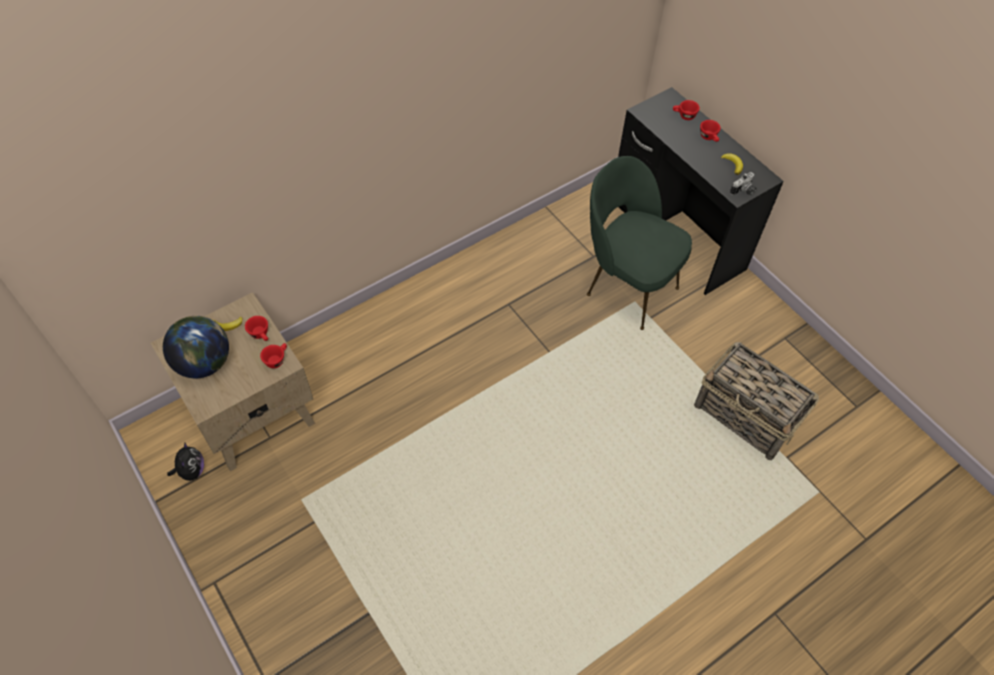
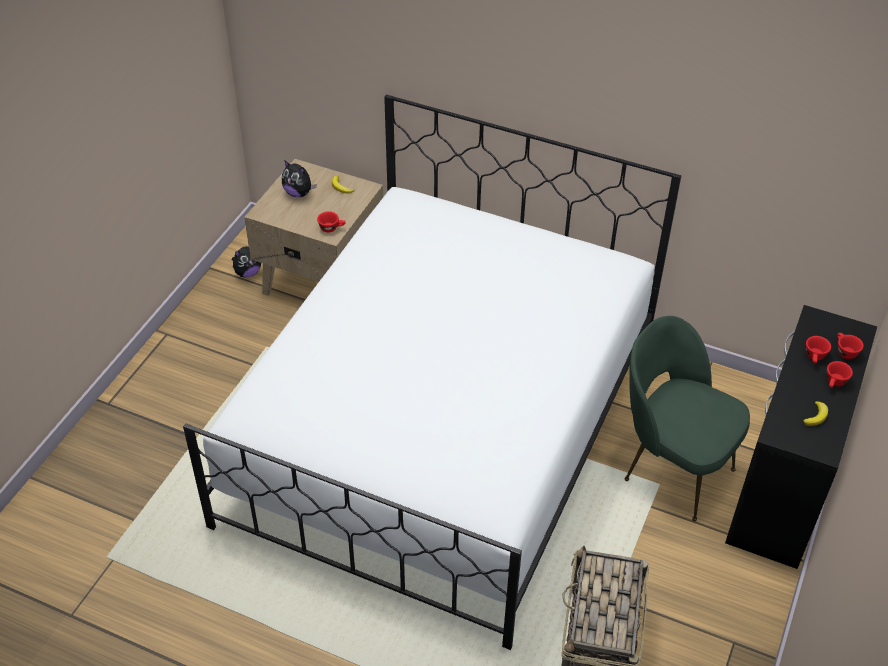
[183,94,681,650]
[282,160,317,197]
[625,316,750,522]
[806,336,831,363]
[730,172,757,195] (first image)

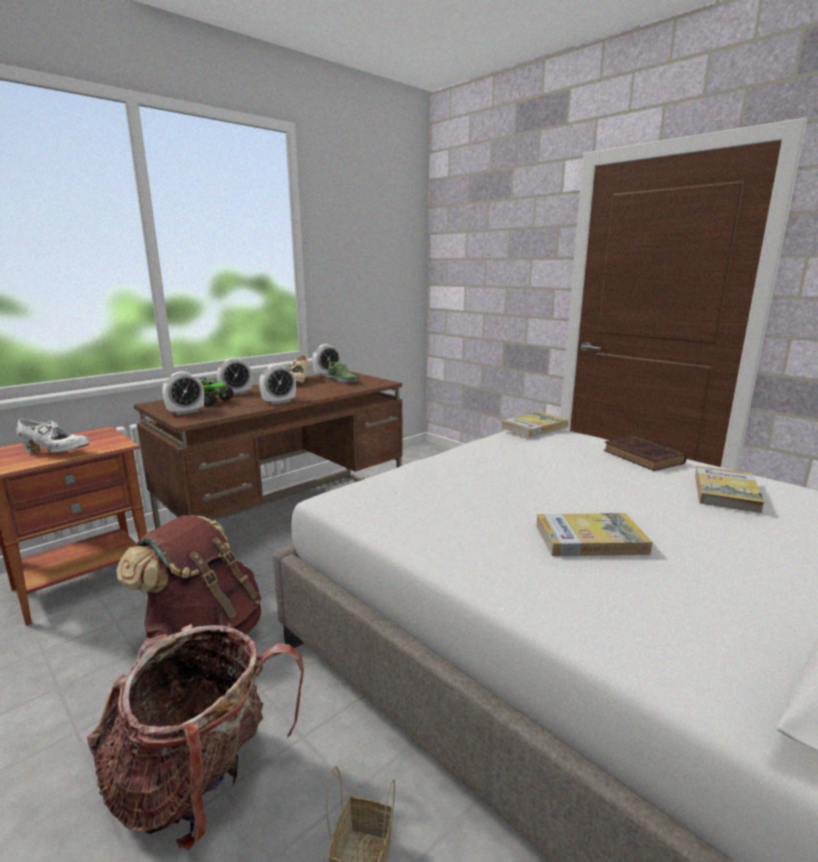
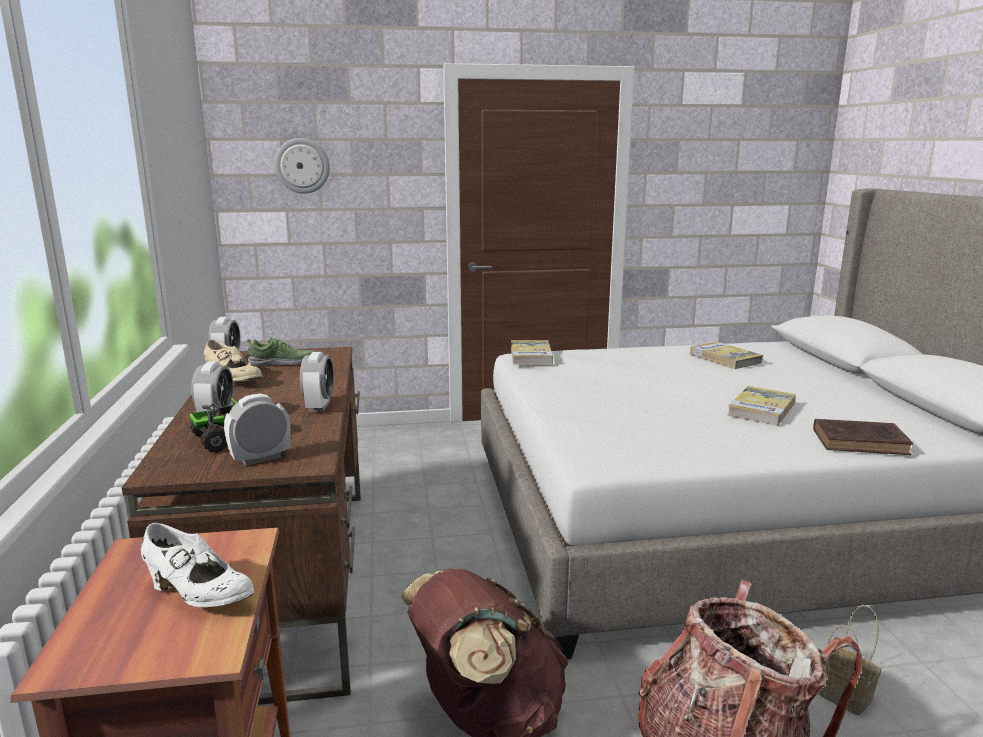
[141,523,254,607]
[224,394,291,466]
[275,138,330,194]
[813,419,913,455]

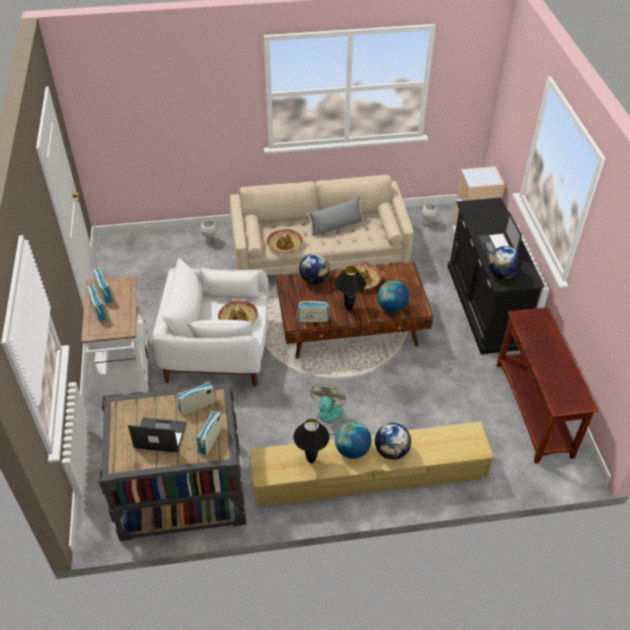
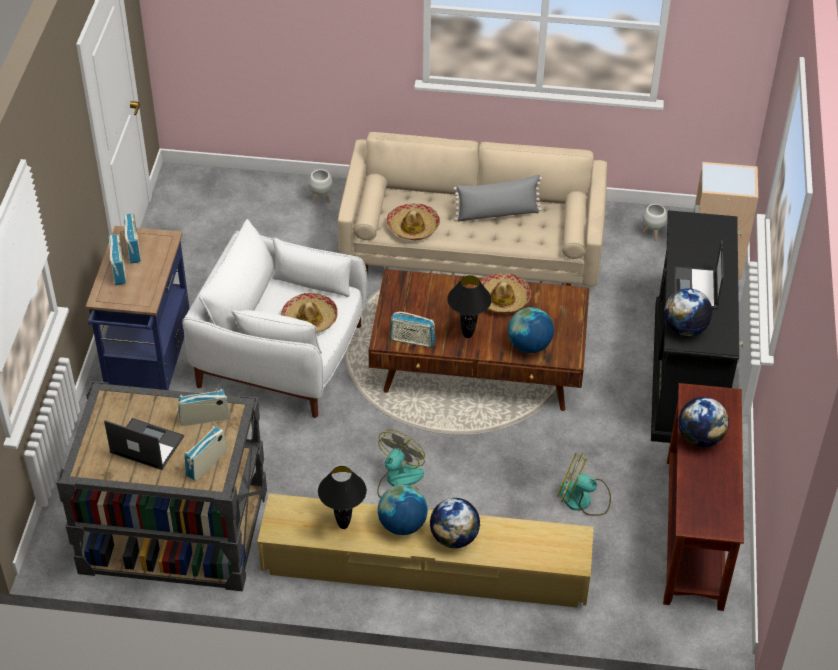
[86,226,190,390]
[557,453,611,516]
[678,397,729,447]

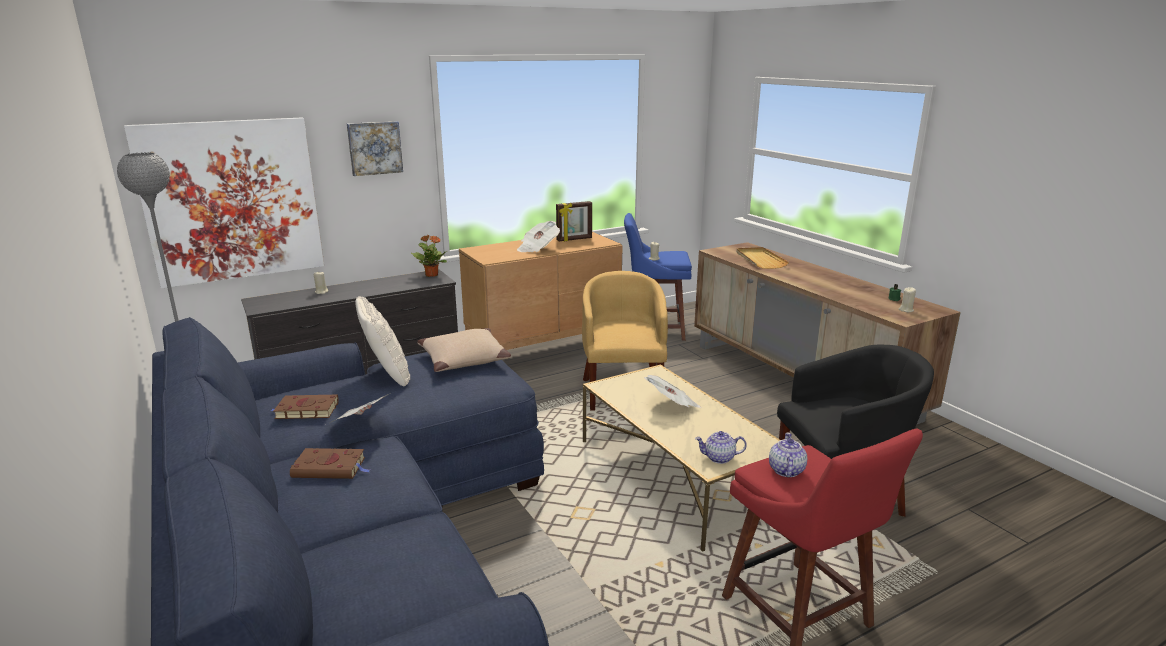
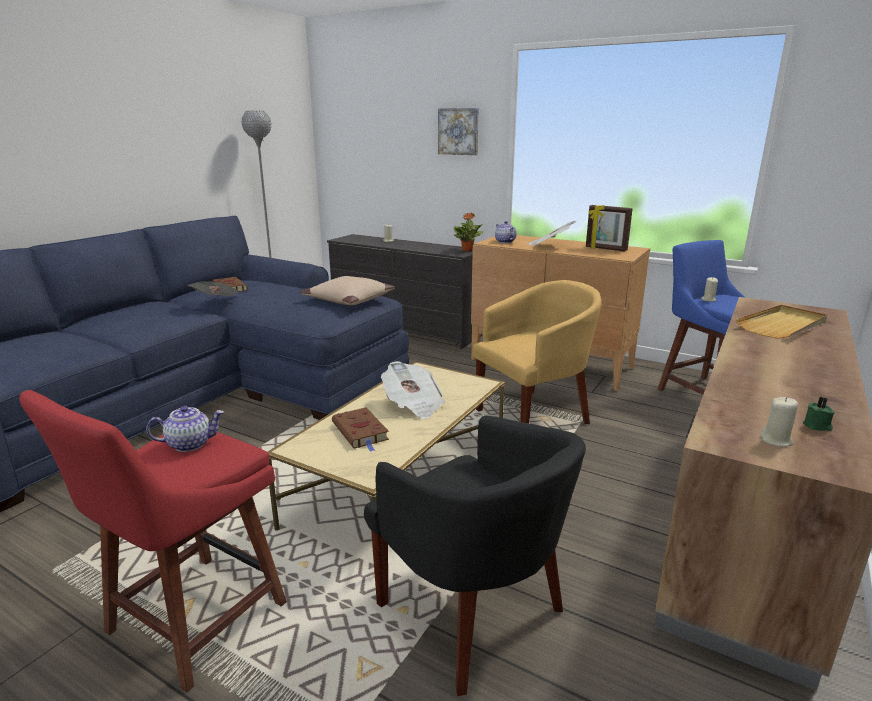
[332,407,389,452]
[495,221,517,243]
[124,117,324,289] (first image)
[355,296,410,386] (first image)

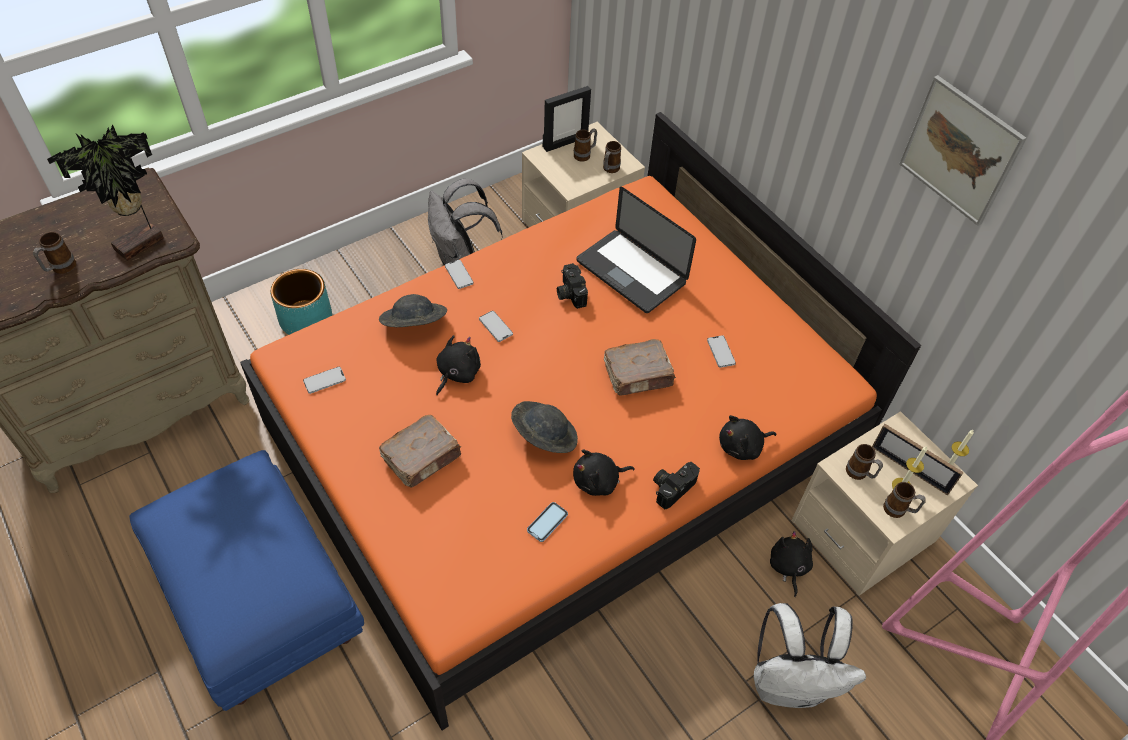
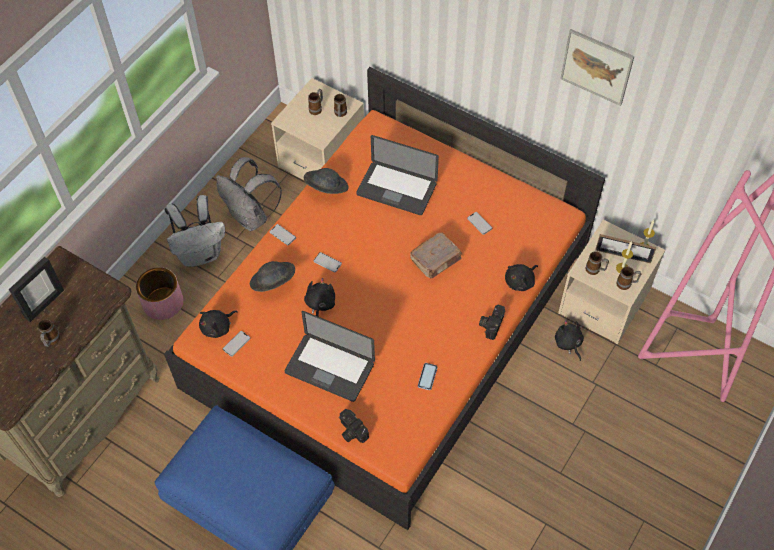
[9,257,64,322]
[136,267,183,320]
[164,195,225,267]
[199,310,238,338]
[284,311,375,402]
[304,168,349,194]
[339,409,369,443]
[47,124,164,261] (first image)

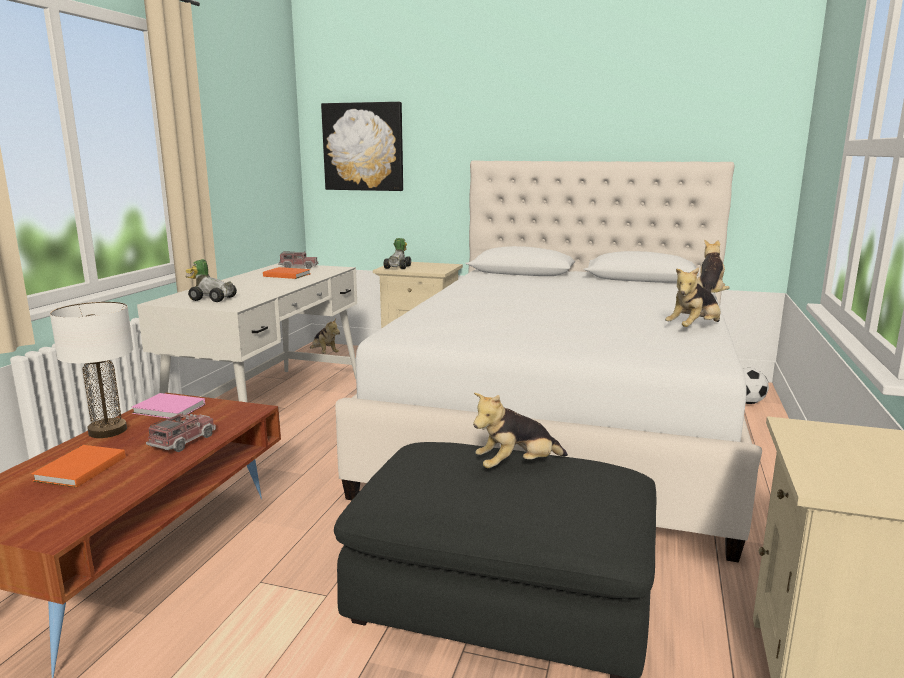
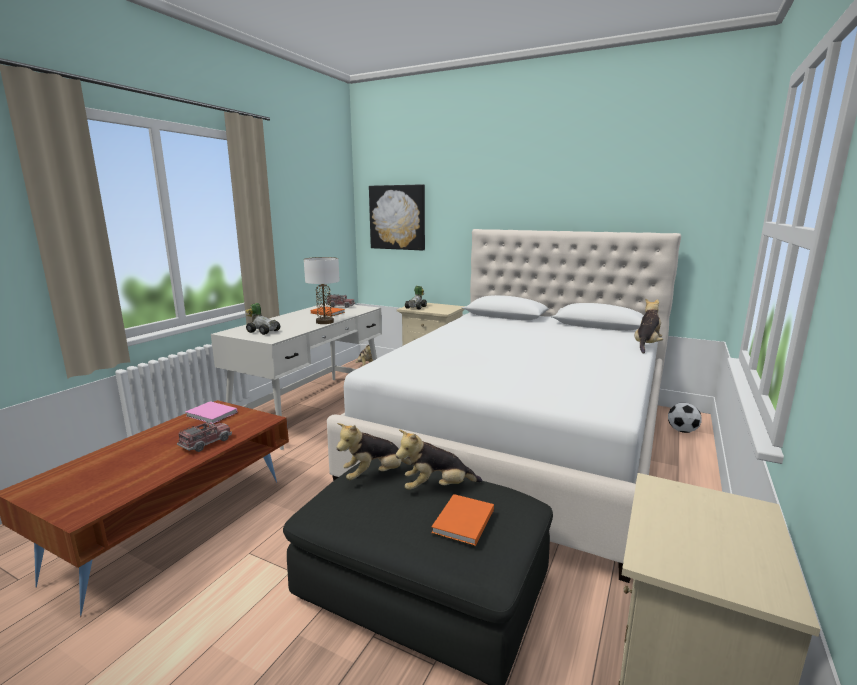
[304,257,340,324]
[336,423,413,480]
[431,494,494,546]

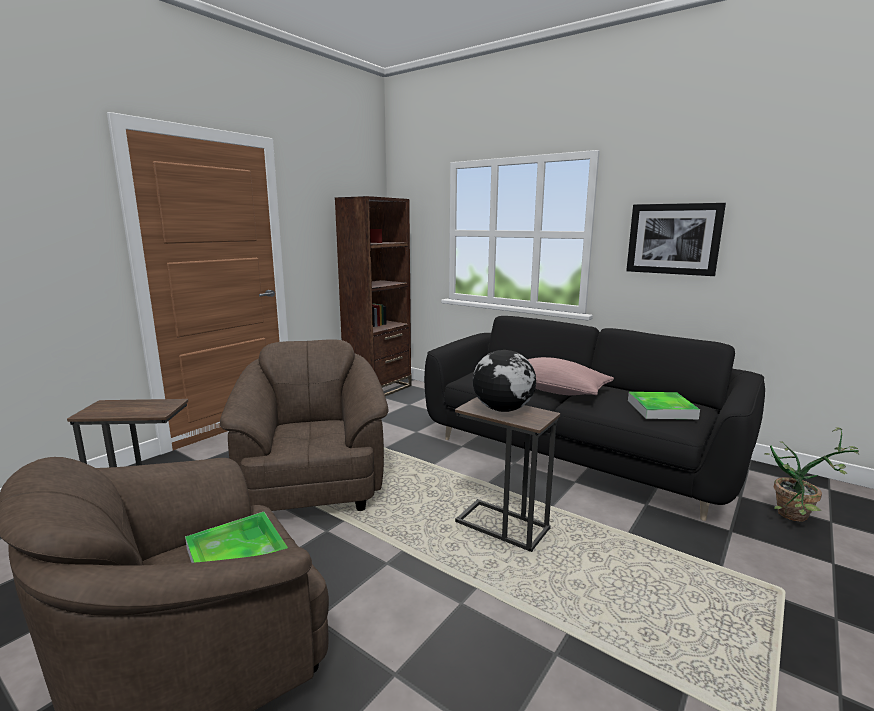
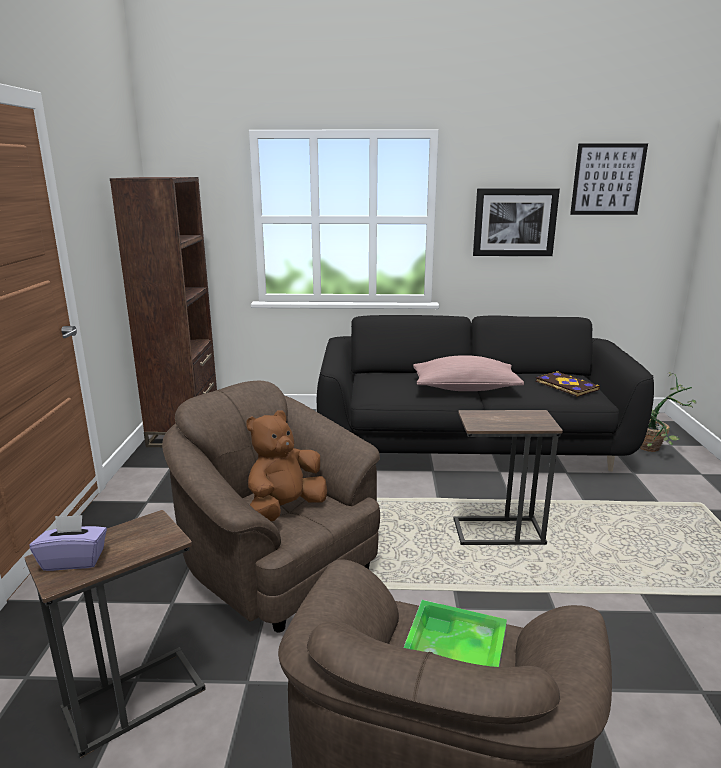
[29,515,107,571]
[247,410,327,521]
[535,371,600,397]
[570,143,648,215]
[473,350,536,412] (first image)

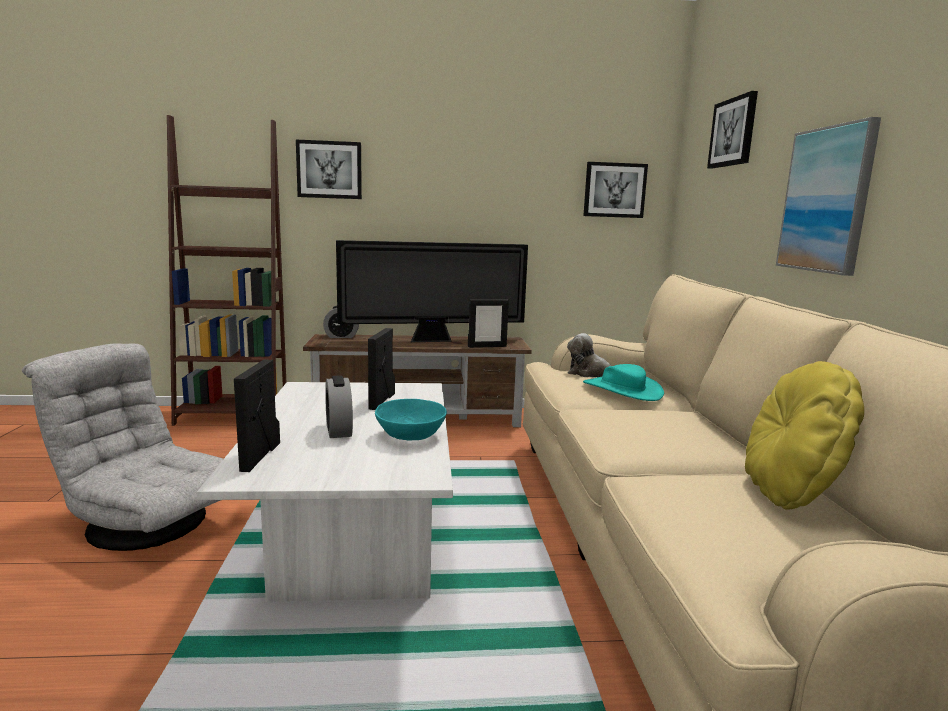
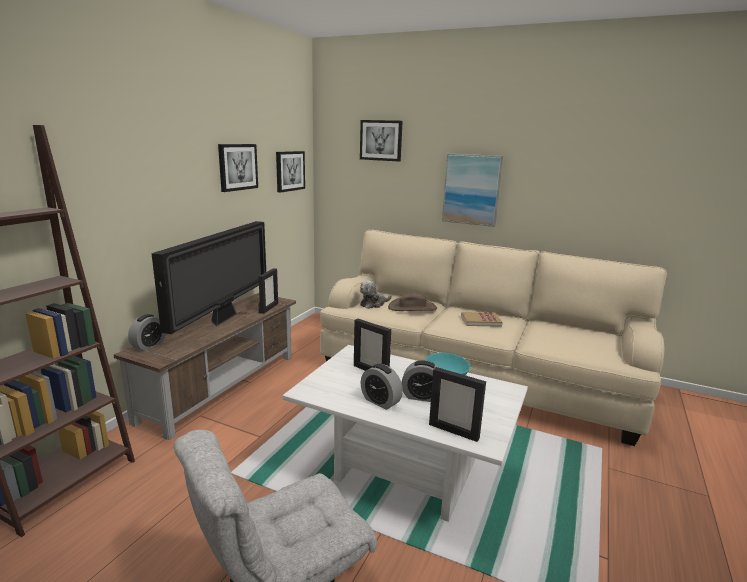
[218,144,258,192]
[361,364,403,410]
[388,291,437,311]
[461,312,502,327]
[745,361,864,510] (first image)

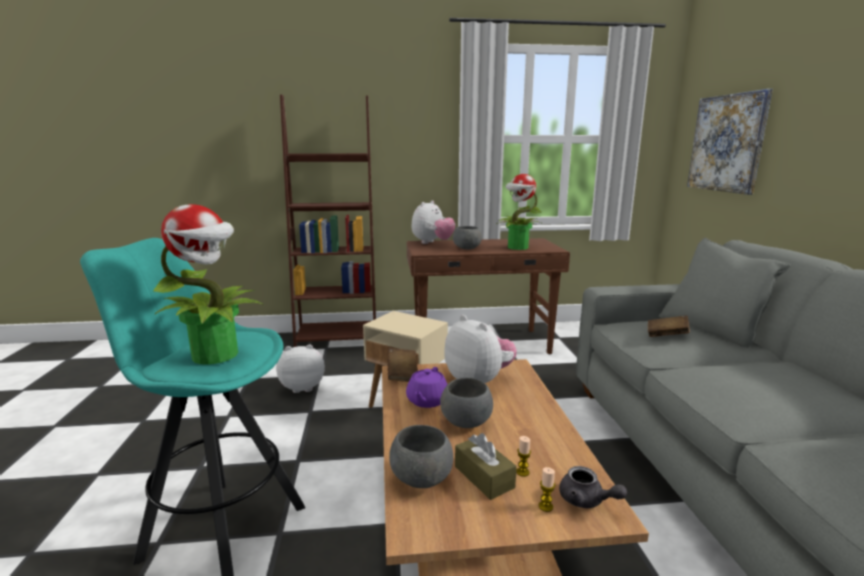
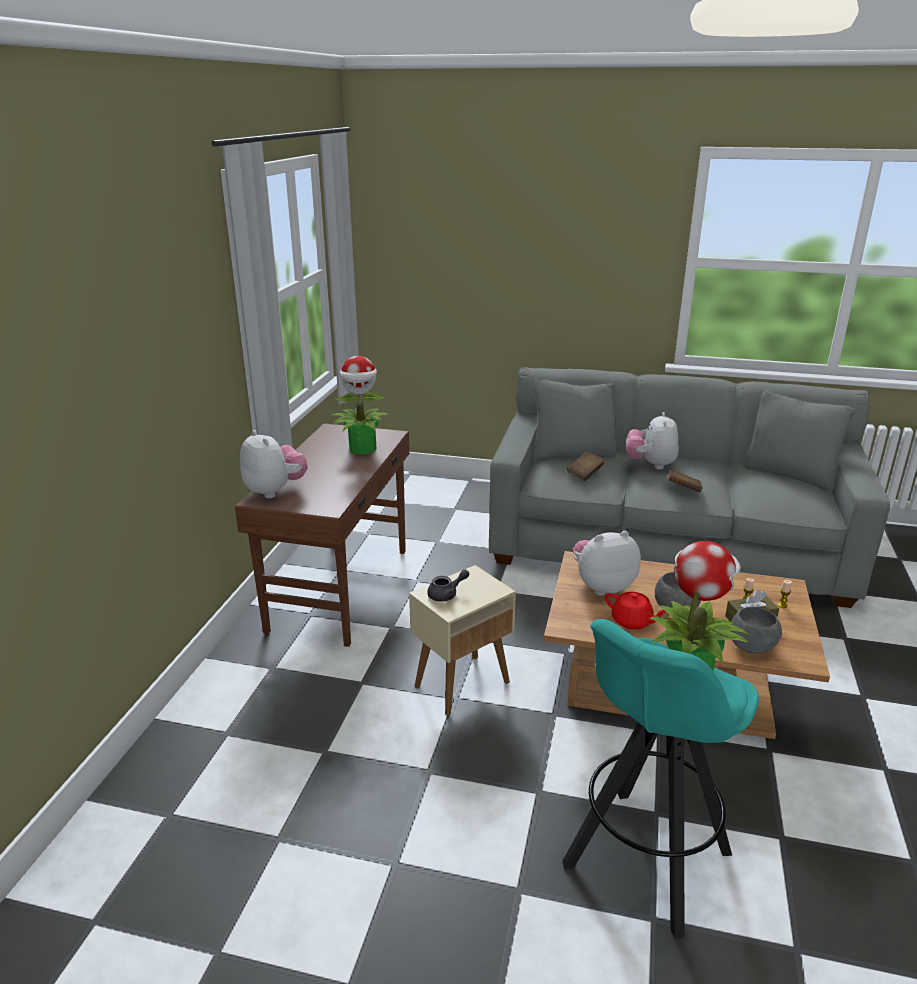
[427,569,469,602]
[605,592,667,630]
[626,412,679,470]
[667,469,703,492]
[280,95,376,347] (first image)
[453,226,482,250] (first image)
[687,89,773,195] (first image)

